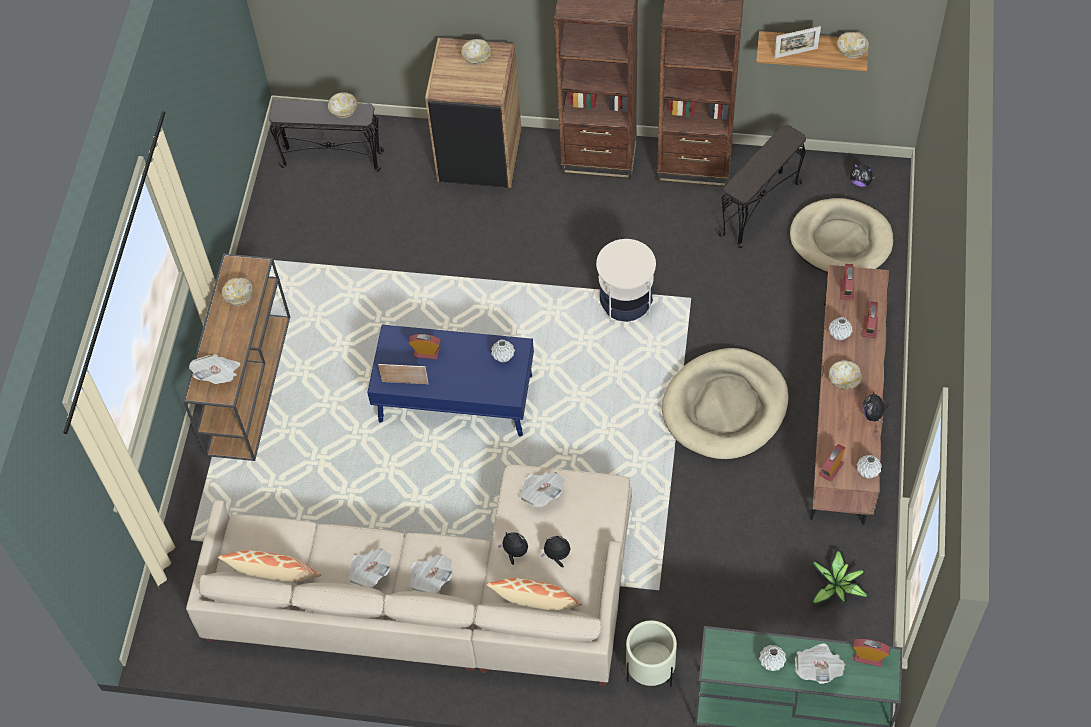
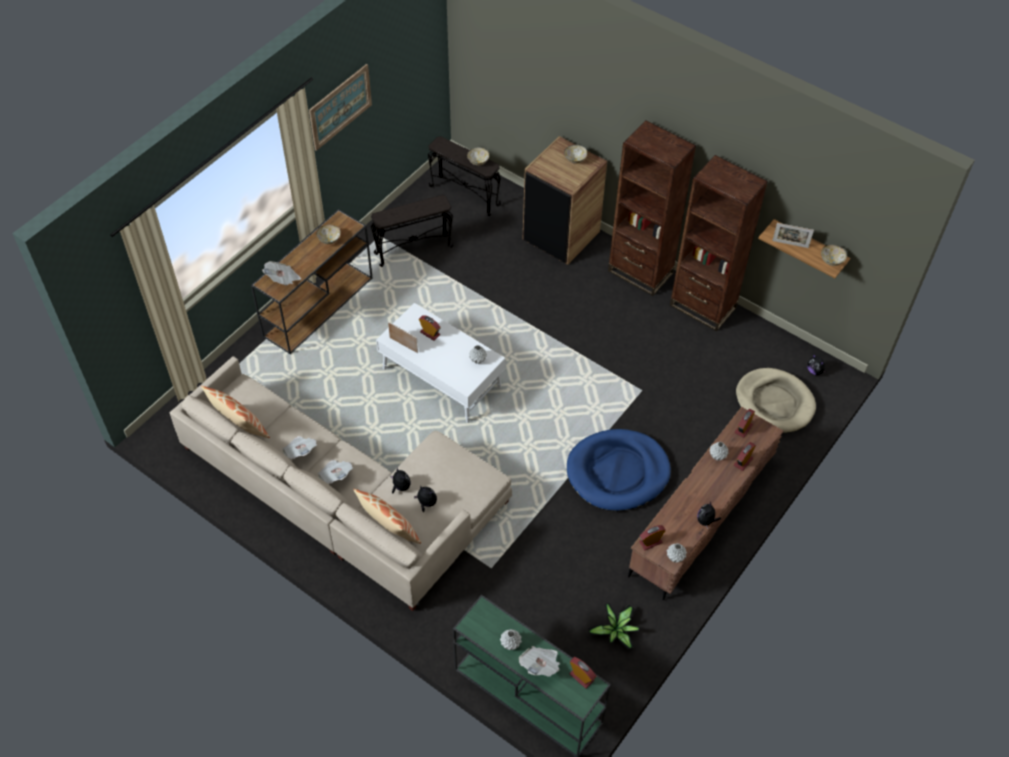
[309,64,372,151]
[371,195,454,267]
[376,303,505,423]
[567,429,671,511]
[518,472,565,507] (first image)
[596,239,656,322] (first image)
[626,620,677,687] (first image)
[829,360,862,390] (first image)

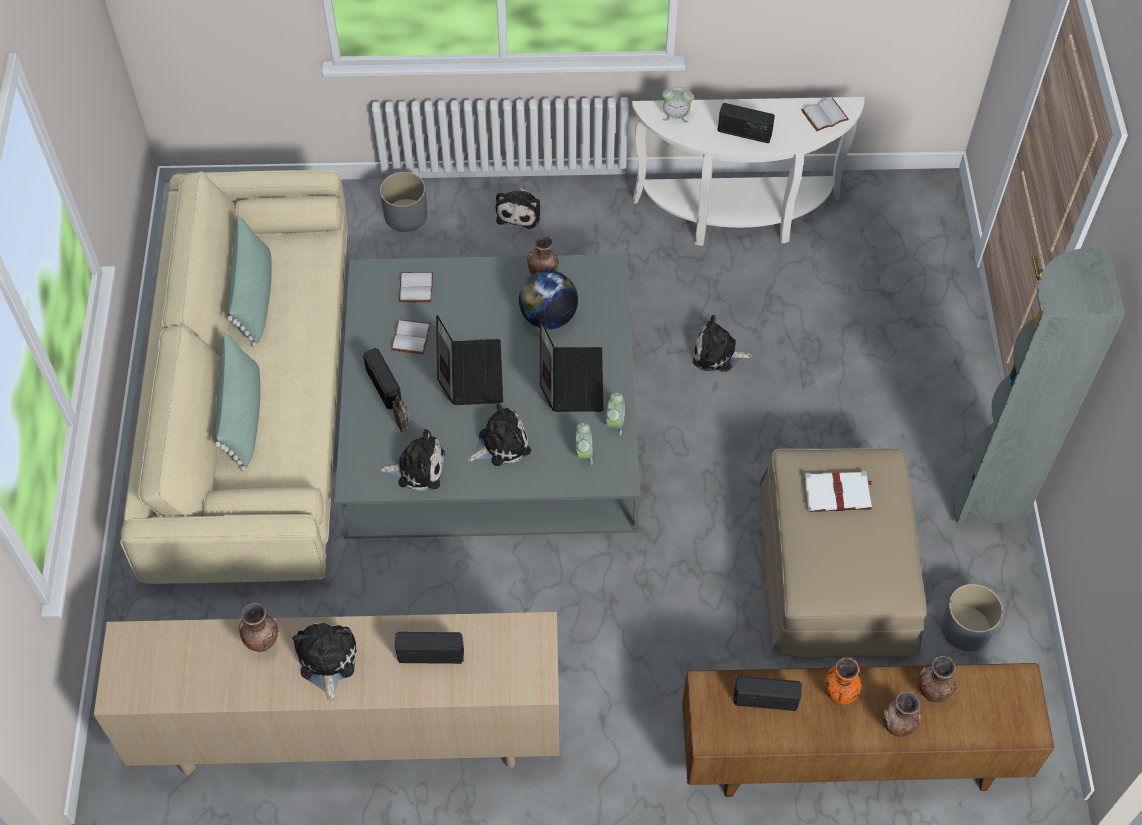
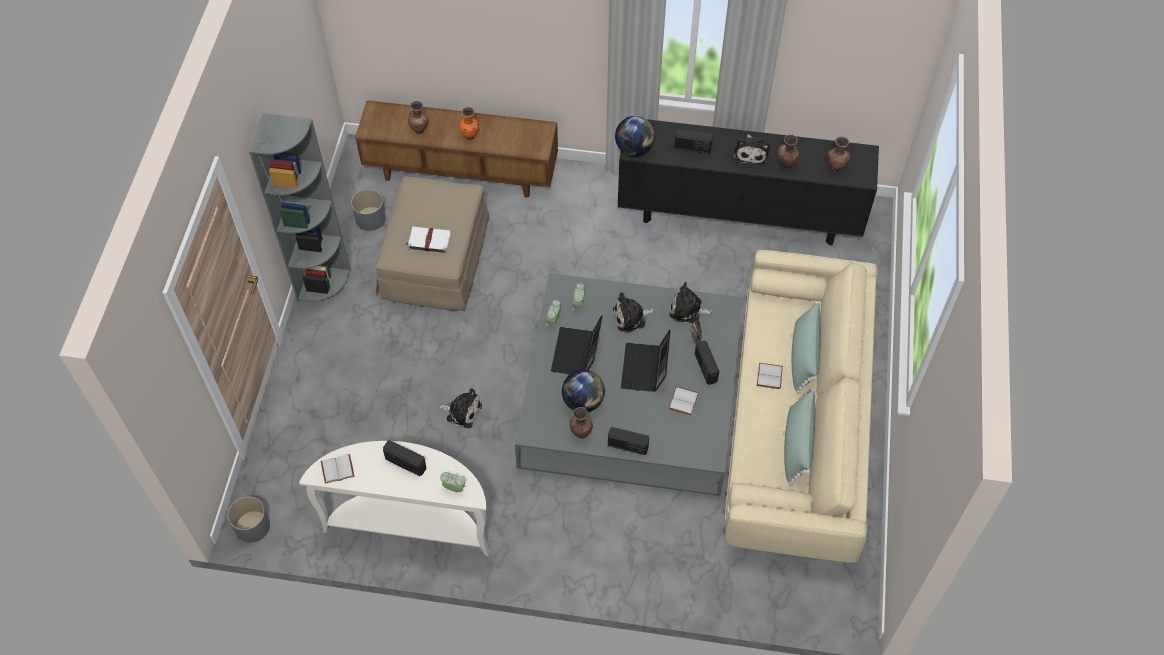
[227,496,270,543]
[608,427,649,455]
[615,116,655,156]
[618,119,879,245]
[757,363,783,389]
[827,137,850,172]
[496,186,540,229] (first image)

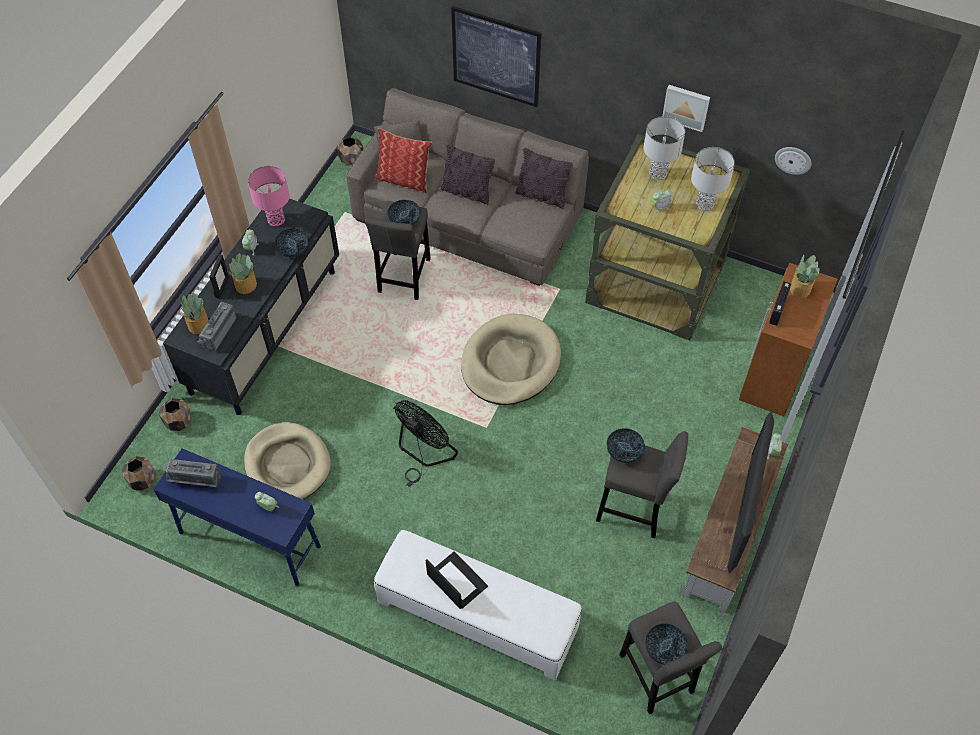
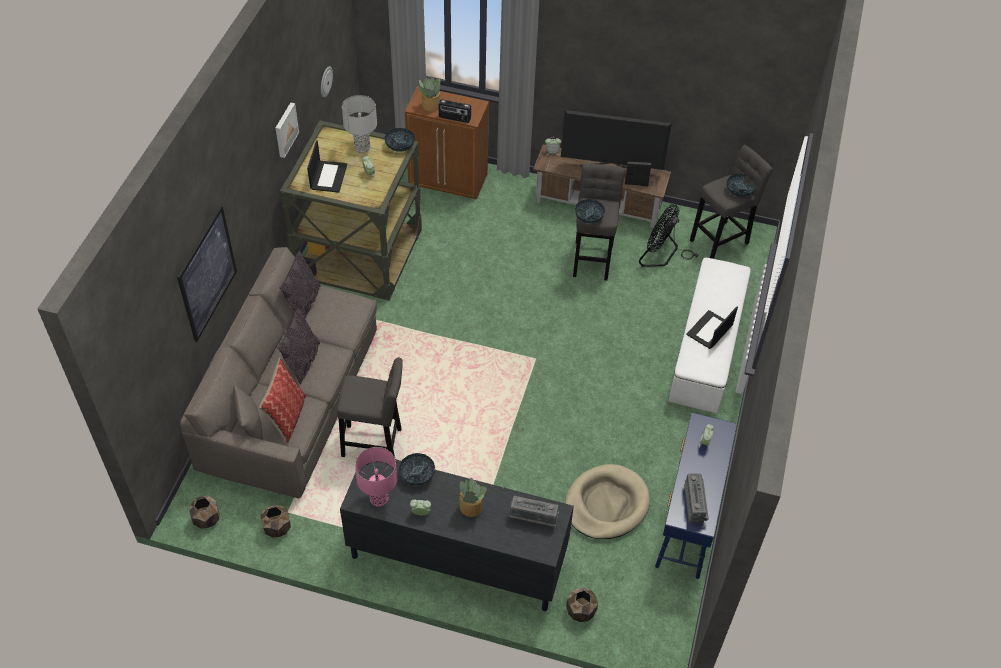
[261,505,291,538]
[307,140,347,193]
[385,128,415,152]
[625,162,652,186]
[639,204,699,267]
[180,293,209,334] (first image)
[461,313,561,405] (first image)

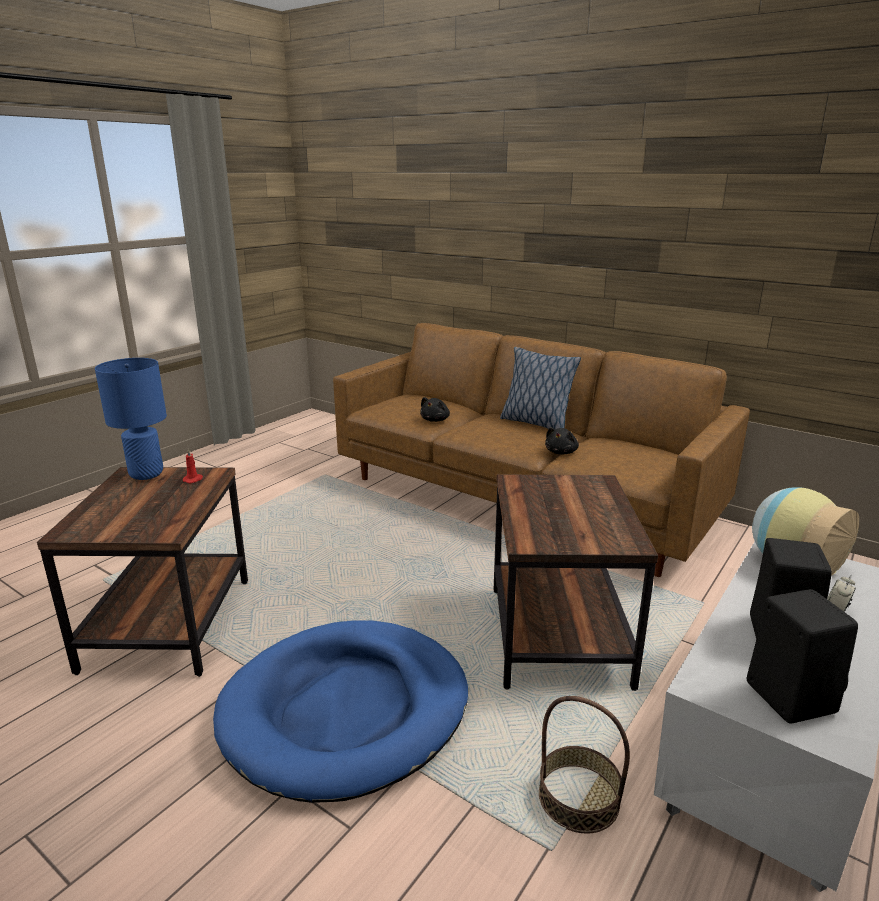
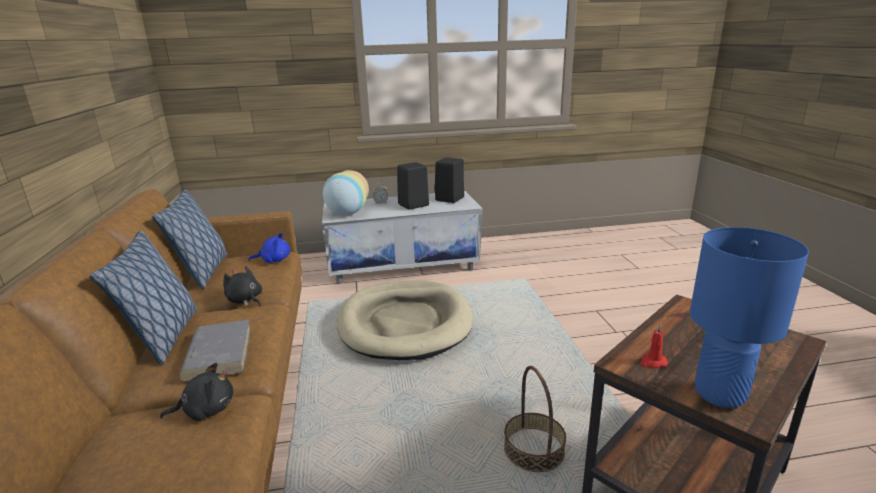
[152,189,227,289]
[179,320,251,381]
[223,266,262,306]
[249,233,290,263]
[337,281,473,360]
[504,366,566,472]
[213,620,468,803] (first image)

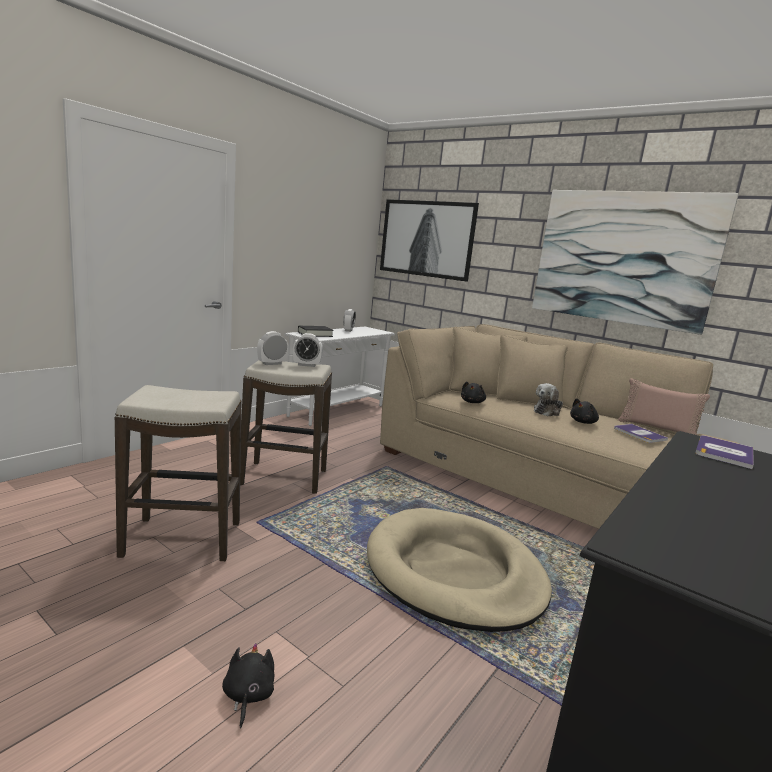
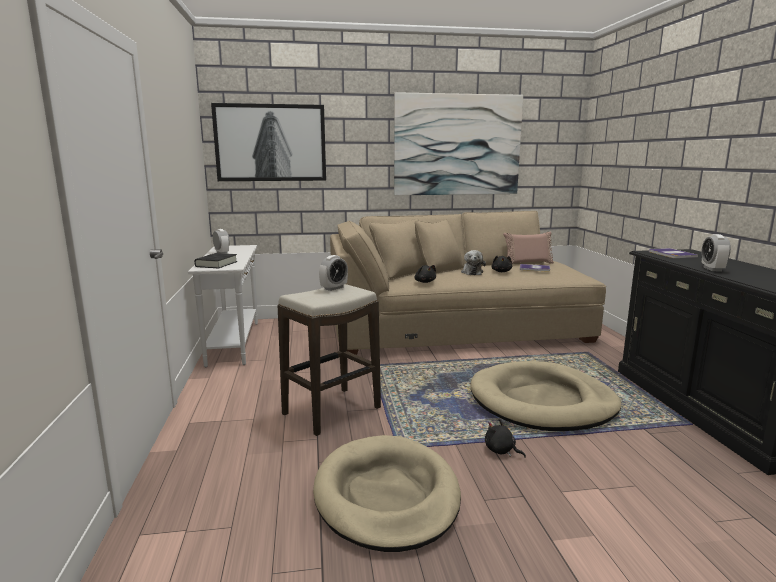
[313,435,461,552]
[485,419,526,458]
[701,234,731,272]

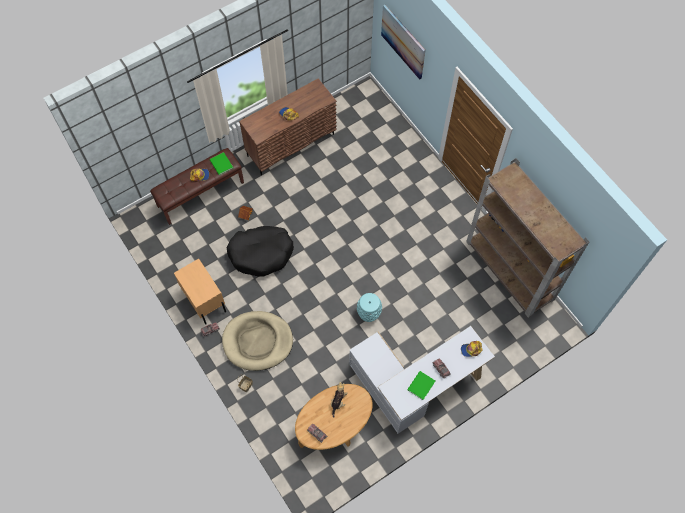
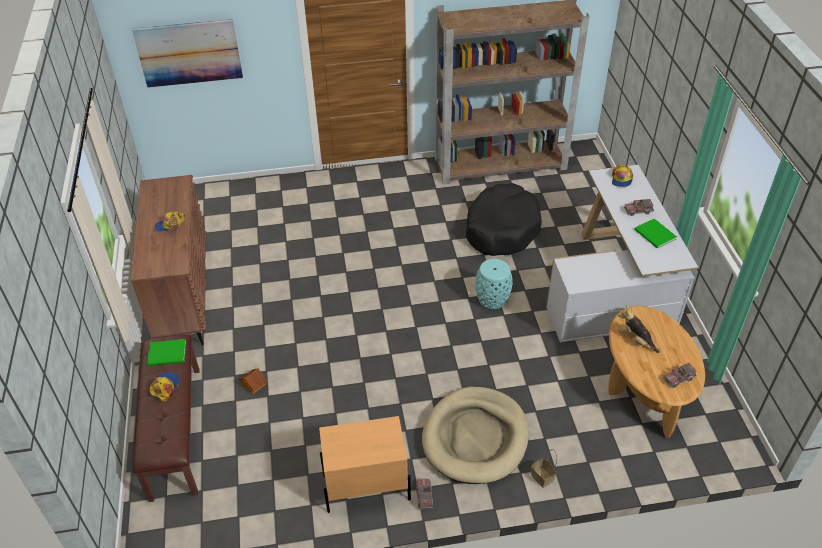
[466,183,542,256]

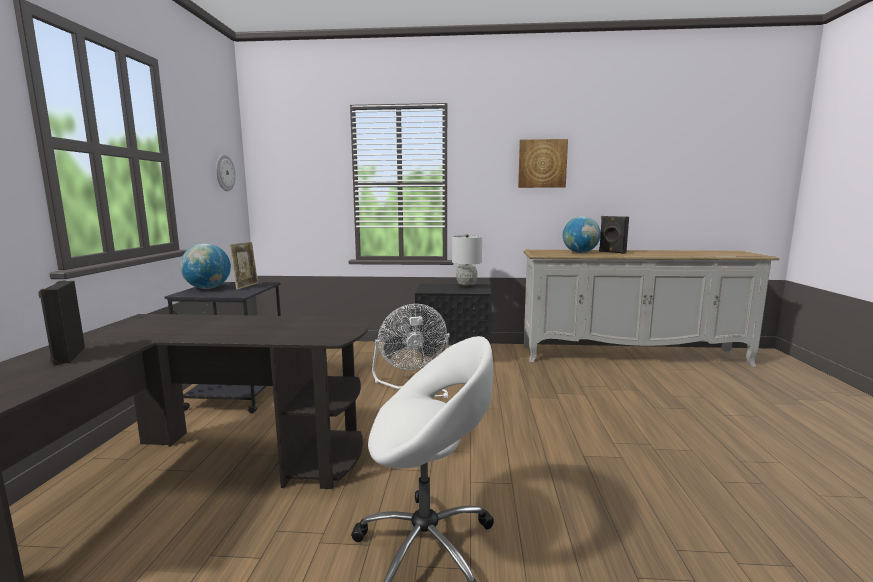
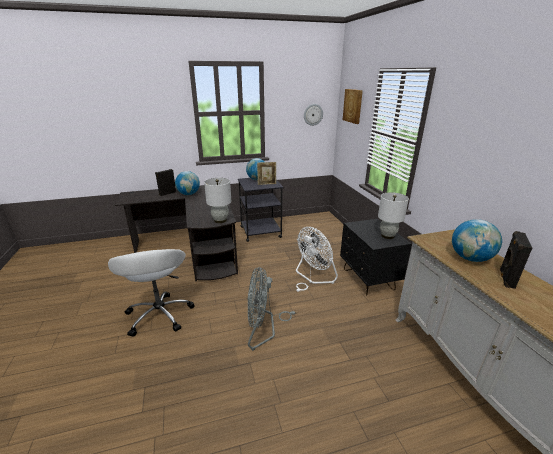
[175,171,200,195]
[204,178,231,223]
[248,267,296,351]
[343,89,363,124]

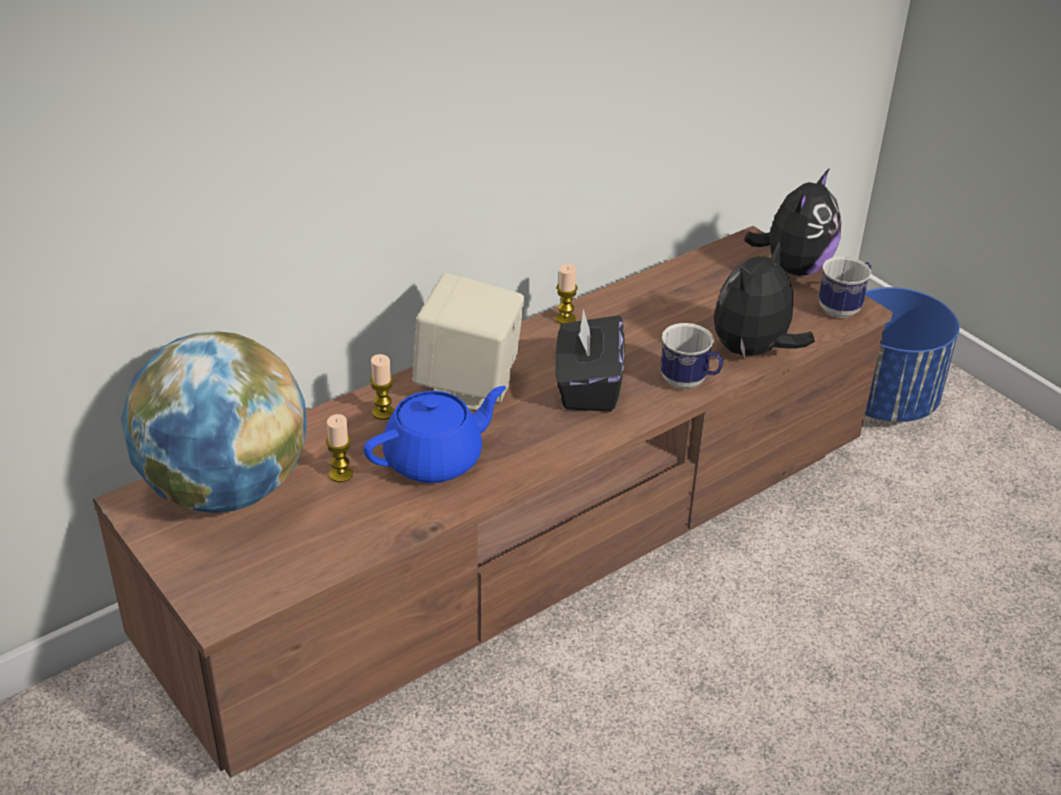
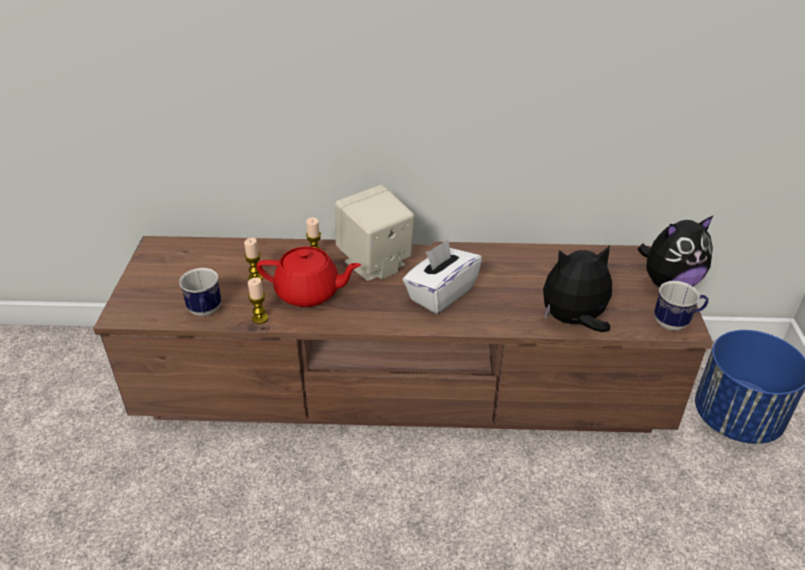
[179,268,221,316]
[248,277,268,324]
[256,247,361,307]
[403,240,482,314]
[121,331,307,513] (first image)

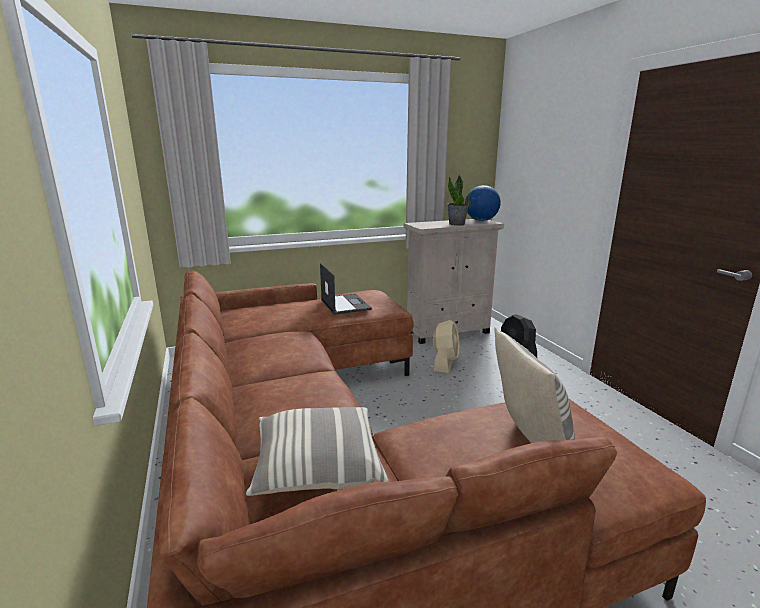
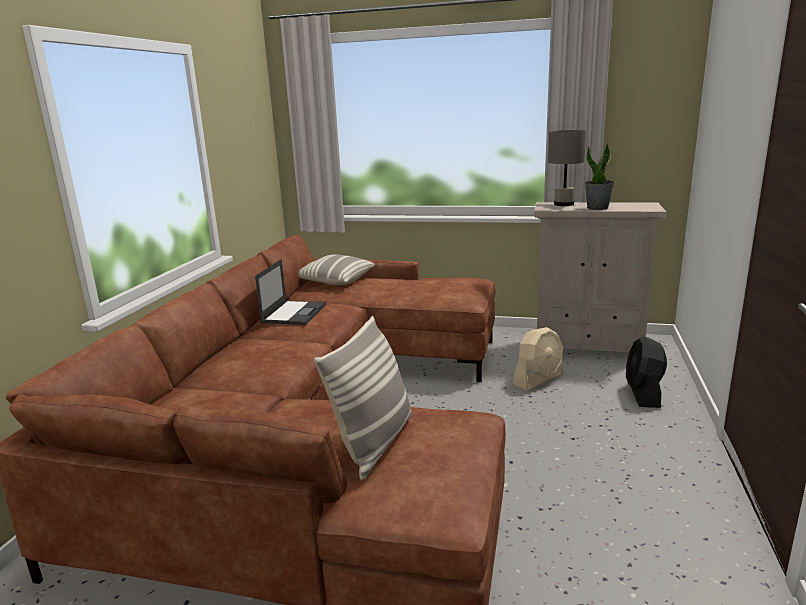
[255,259,326,325]
[298,255,375,285]
[548,130,586,206]
[465,185,501,221] (first image)

